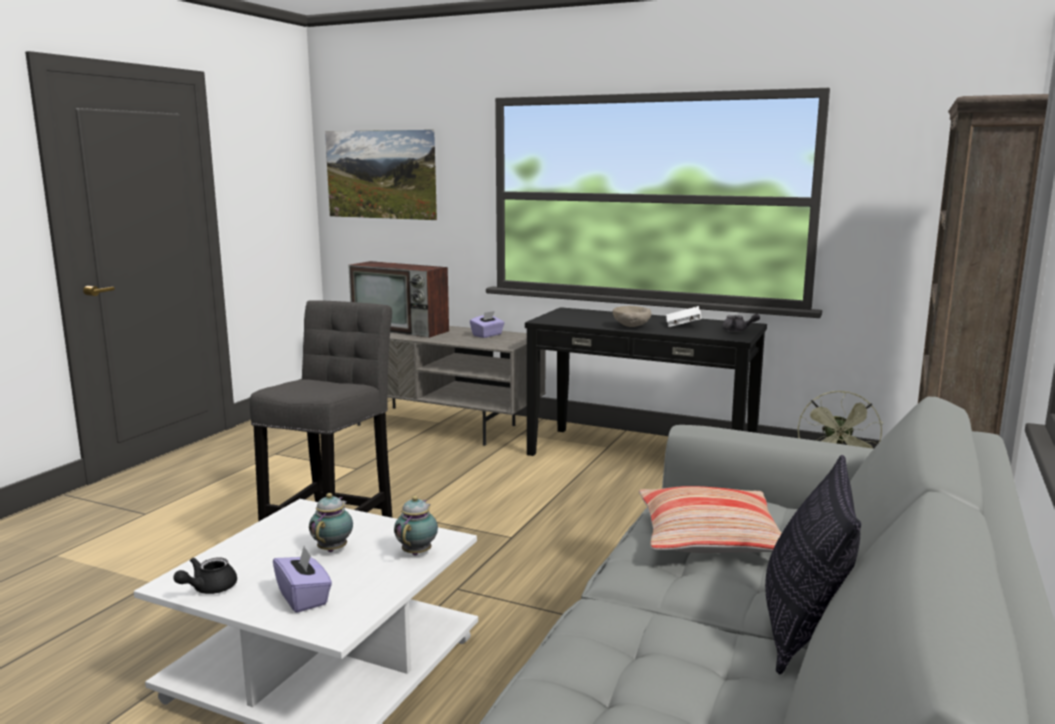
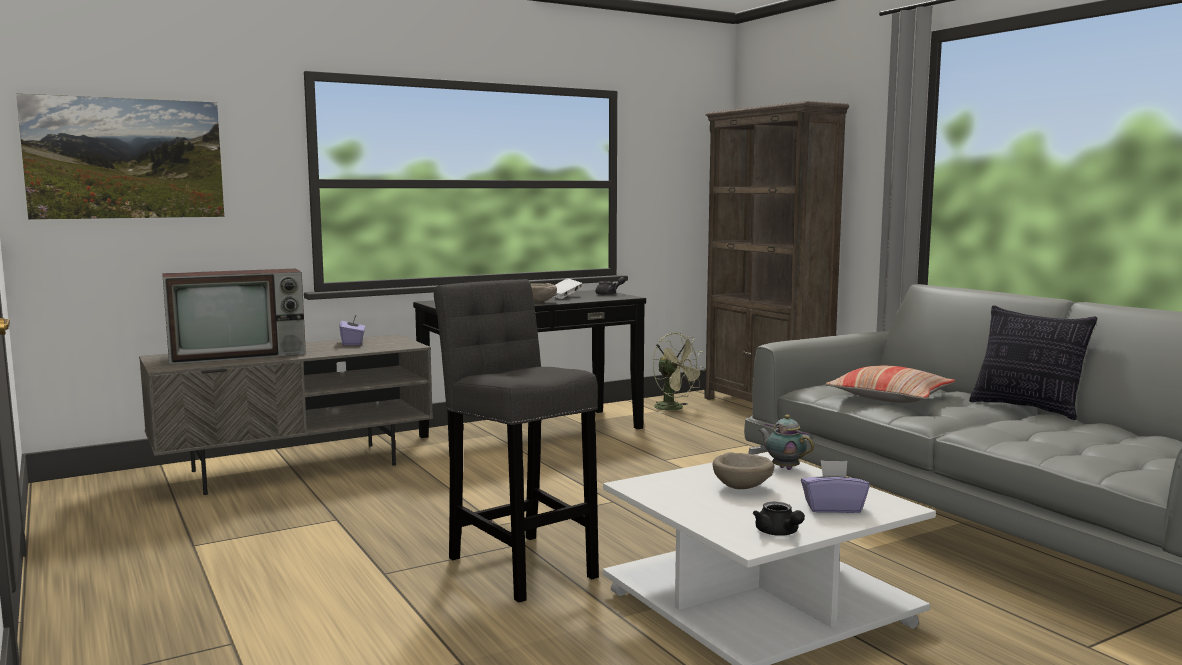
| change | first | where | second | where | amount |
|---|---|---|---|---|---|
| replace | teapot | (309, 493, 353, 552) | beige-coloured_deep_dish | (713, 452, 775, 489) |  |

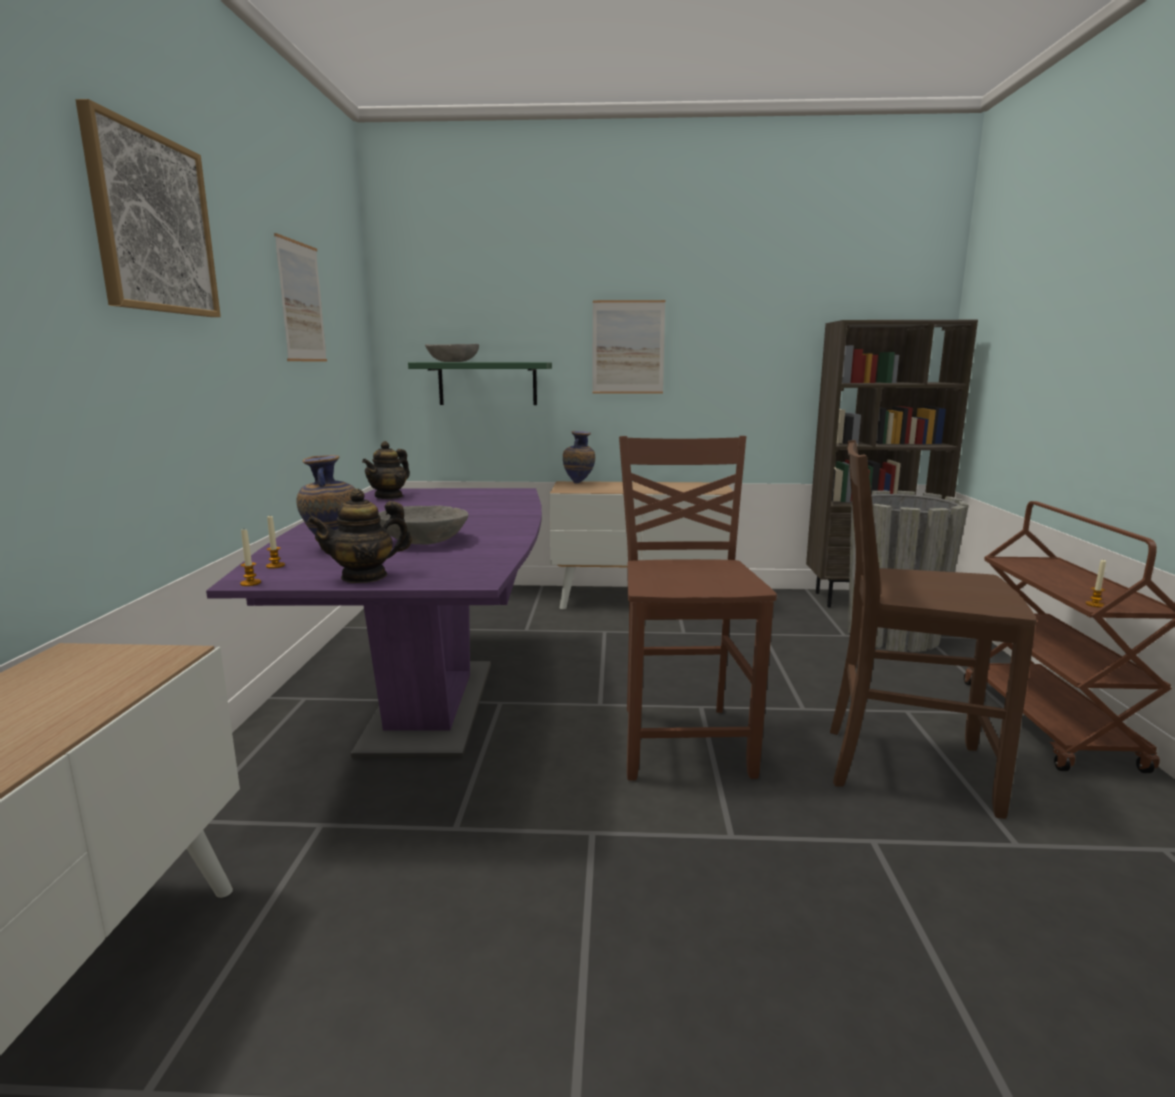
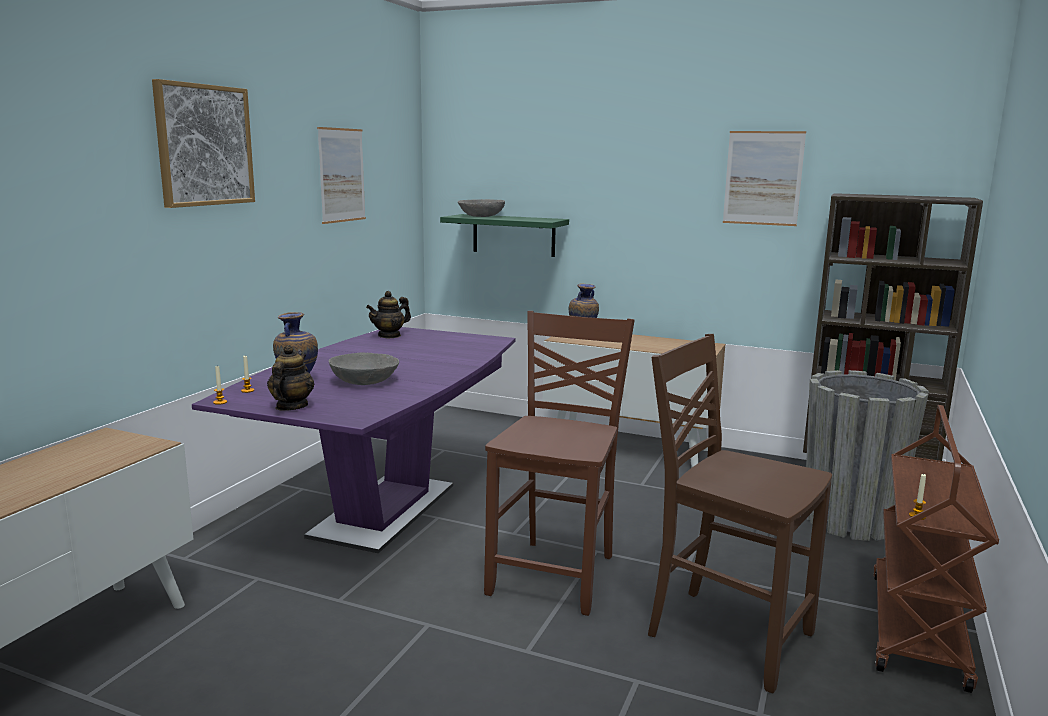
| change | first | where | second | where | amount |
|---|---|---|---|---|---|
| move | wall_art | (592, 300, 665, 394) |  | (723, 131, 806, 226) |  |
| rotate | teapot | (307, 489, 412, 583) |  | (267, 345, 314, 411) | 105 degrees clockwise |

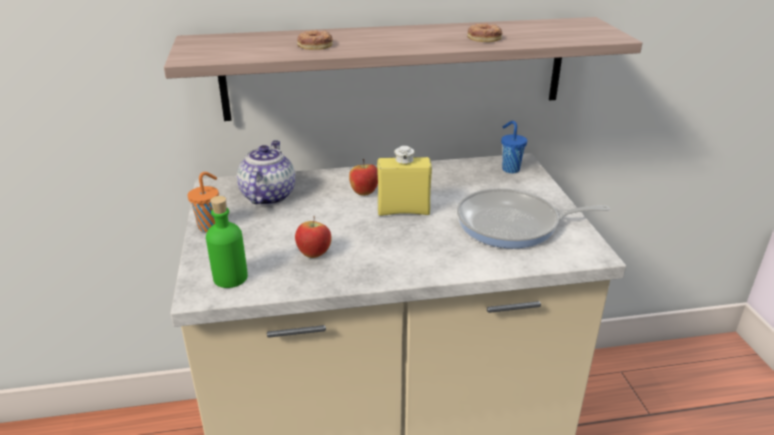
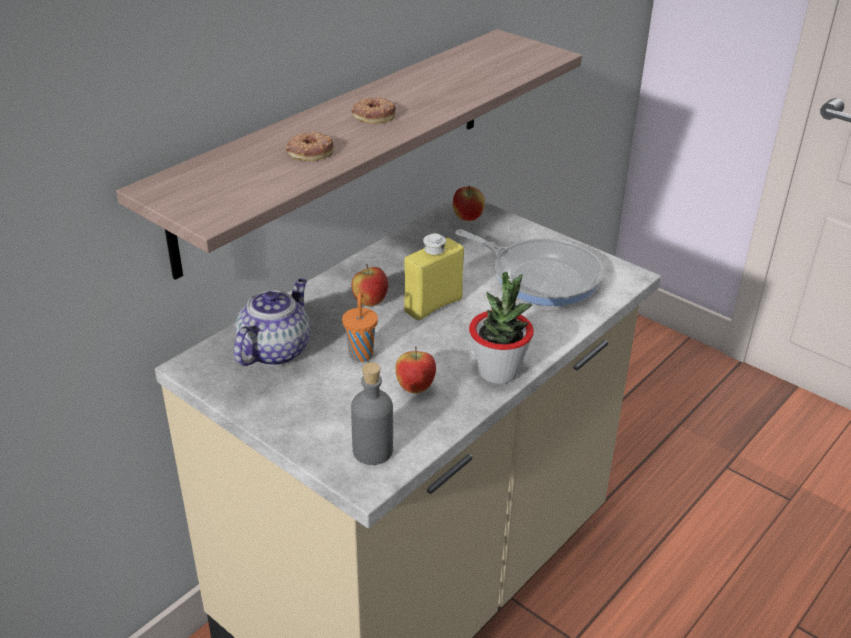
| change | first | where | second | where | amount |
|---|---|---|---|---|---|
| move | donut | (467, 23, 502, 42) |  | (352, 97, 396, 124) |  |
| replace | bluish_small_cup | (501, 121, 527, 173) | apple_fruit | (453, 186, 485, 221) |  |
| rotate | teapot | (237, 140, 295, 205) |  | (234, 278, 310, 366) | 60 degrees clockwise |
| move | orange_small_cup | (188, 172, 219, 232) |  | (342, 292, 378, 362) |  |
| rotate | frying_pan | (457, 188, 610, 248) |  | (456, 230, 603, 306) | 105 degrees counterclockwise |
| recolor | green-coloured_drink_bottle | (206, 196, 248, 288) | grey_drink_bottle | (351, 362, 393, 465) |  |
| insert |  |  | potted_plant | (469, 271, 534, 384) |  |

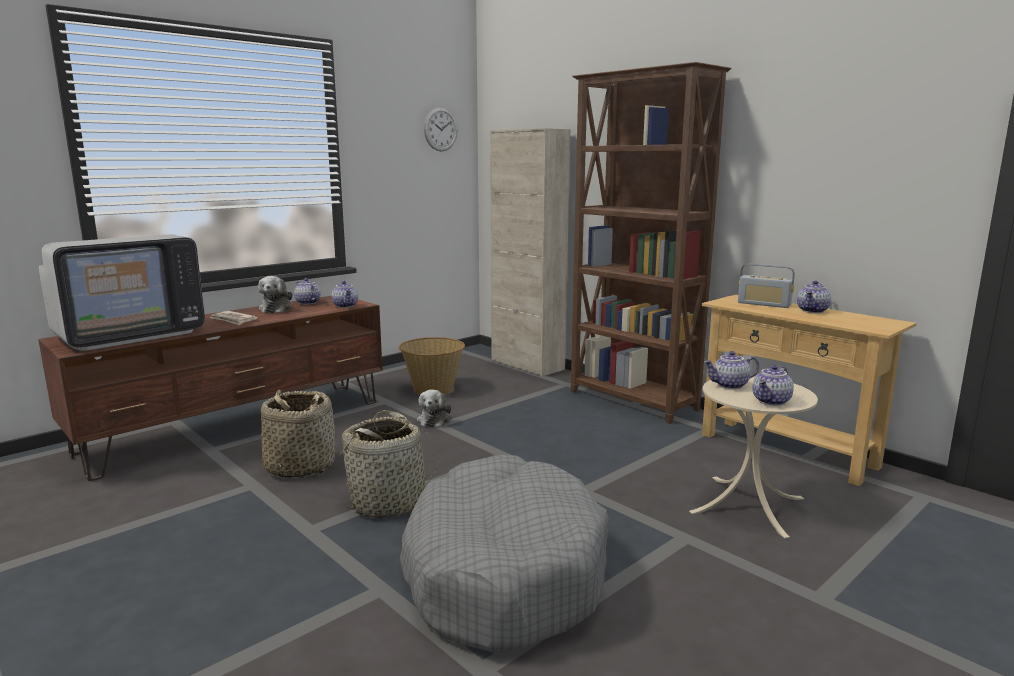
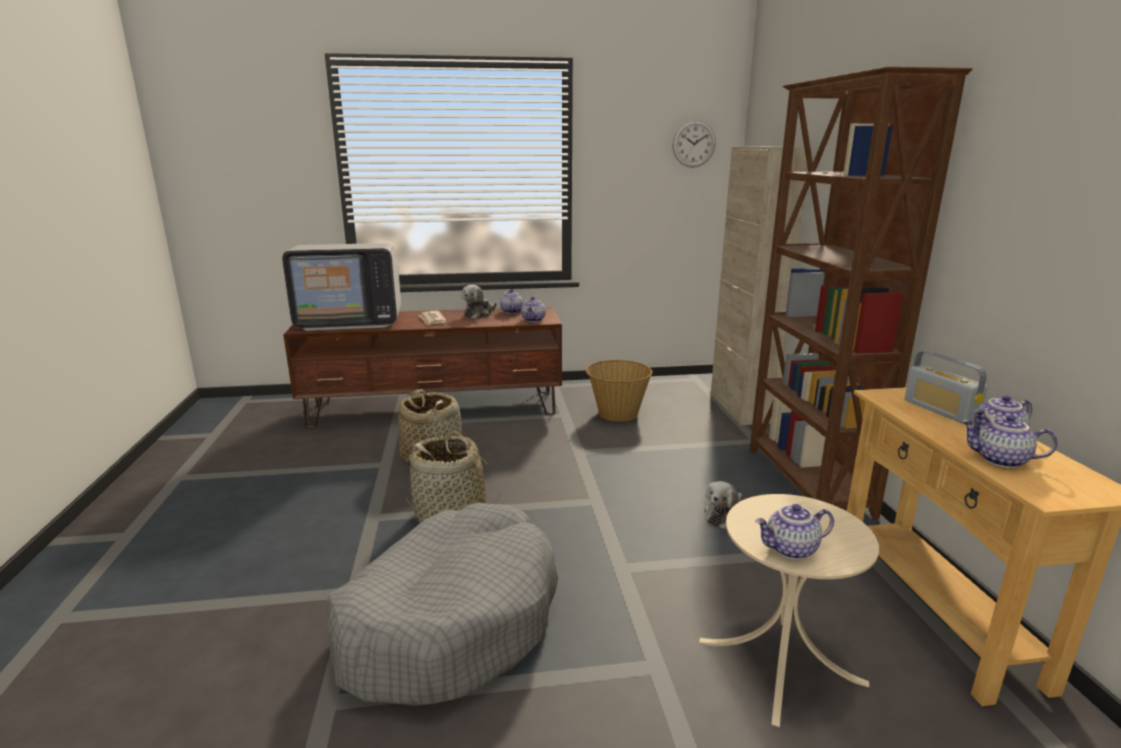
| change | first | where | second | where | amount |
|---|---|---|---|---|---|
| move | teapot | (704, 351, 759, 389) |  | (961, 415, 1057, 468) |  |
| move | cuddly_toy | (417, 390, 451, 427) |  | (704, 481, 742, 530) |  |

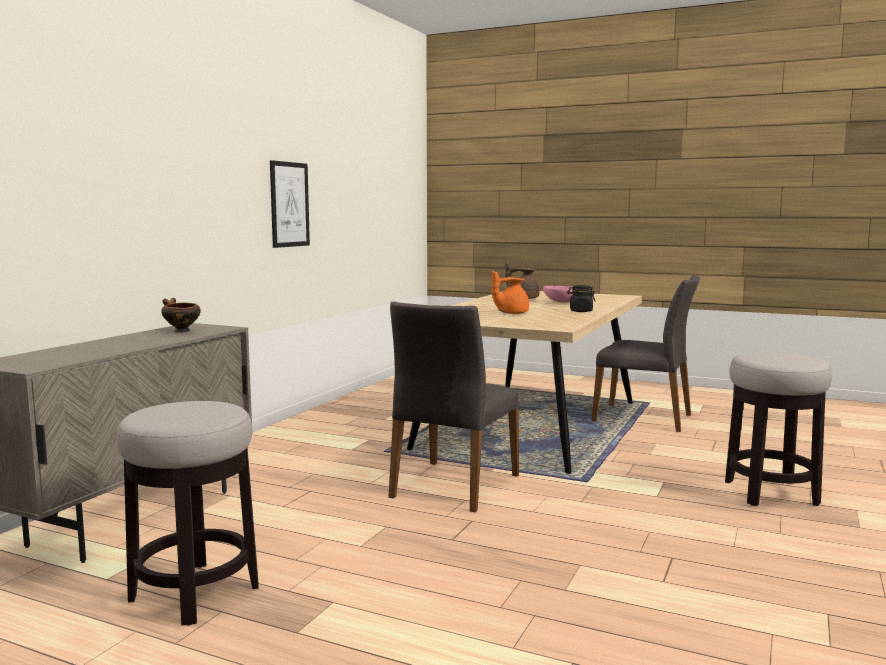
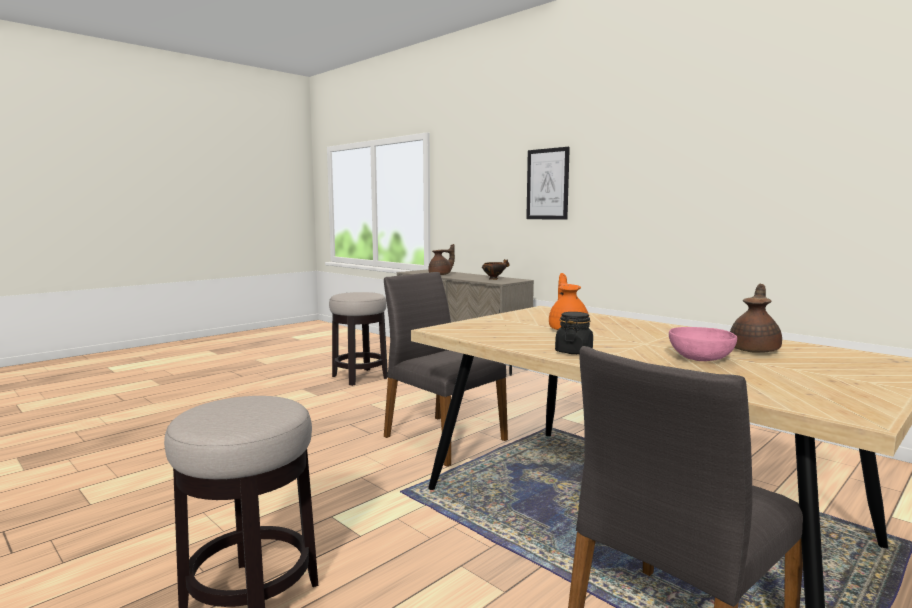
| change | first | where | second | where | amount |
|---|---|---|---|---|---|
| move | wall_art | (270, 160, 310, 248) |  | (526, 147, 570, 220) |  |
| insert |  |  | brown-coloured_teapot | (428, 244, 455, 275) |  |

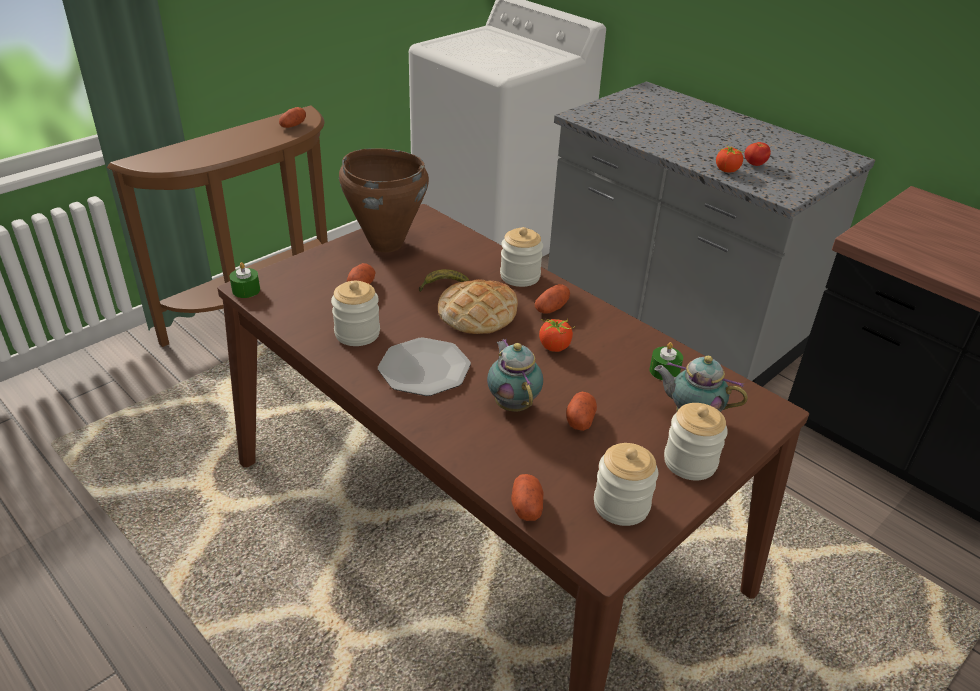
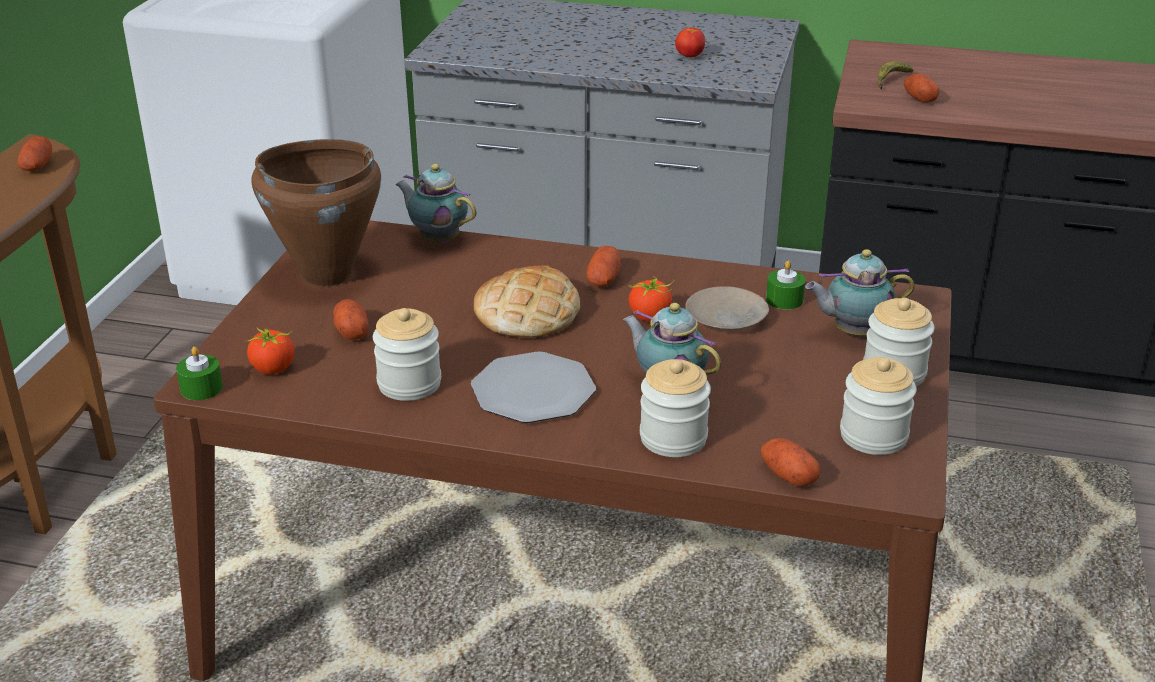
| change | first | where | second | where | amount |
|---|---|---|---|---|---|
| move | fresh_tomato | (716, 145, 745, 172) |  | (247, 327, 294, 375) |  |
| move | jar | (500, 227, 543, 287) |  | (640, 359, 711, 457) |  |
| move | banana_fruit | (419, 269, 469, 292) |  | (878, 61, 914, 89) |  |
| move | whole_potato | (566, 392, 597, 431) |  | (904, 74, 939, 103) |  |
| insert |  |  | teapot | (395, 164, 477, 243) |  |
| insert |  |  | beige-coloured_plate | (685, 286, 769, 331) |  |

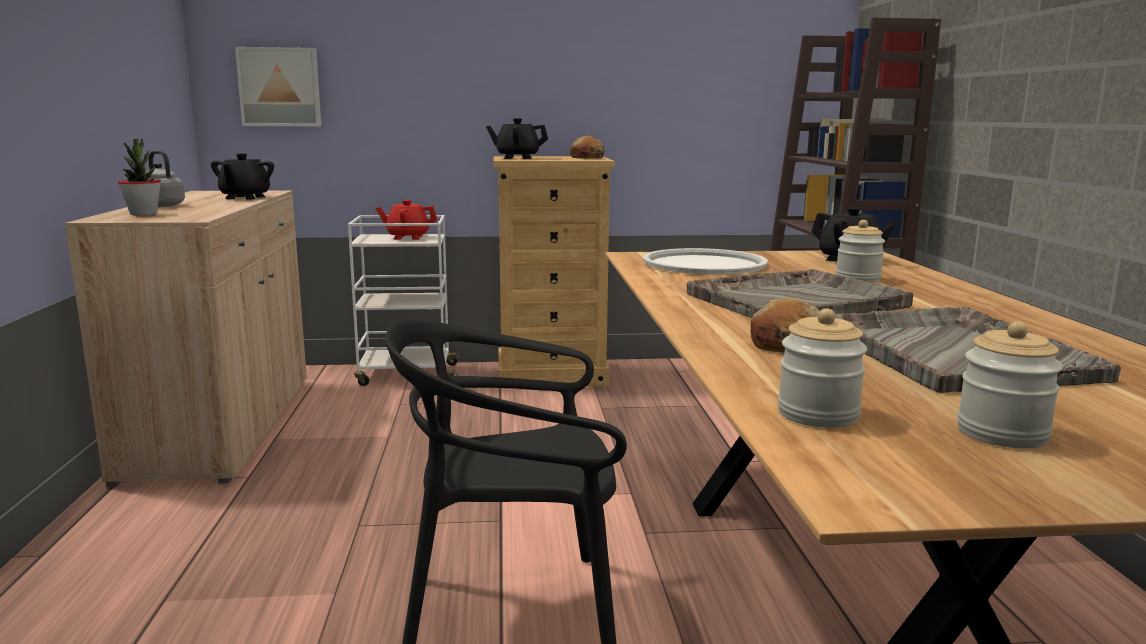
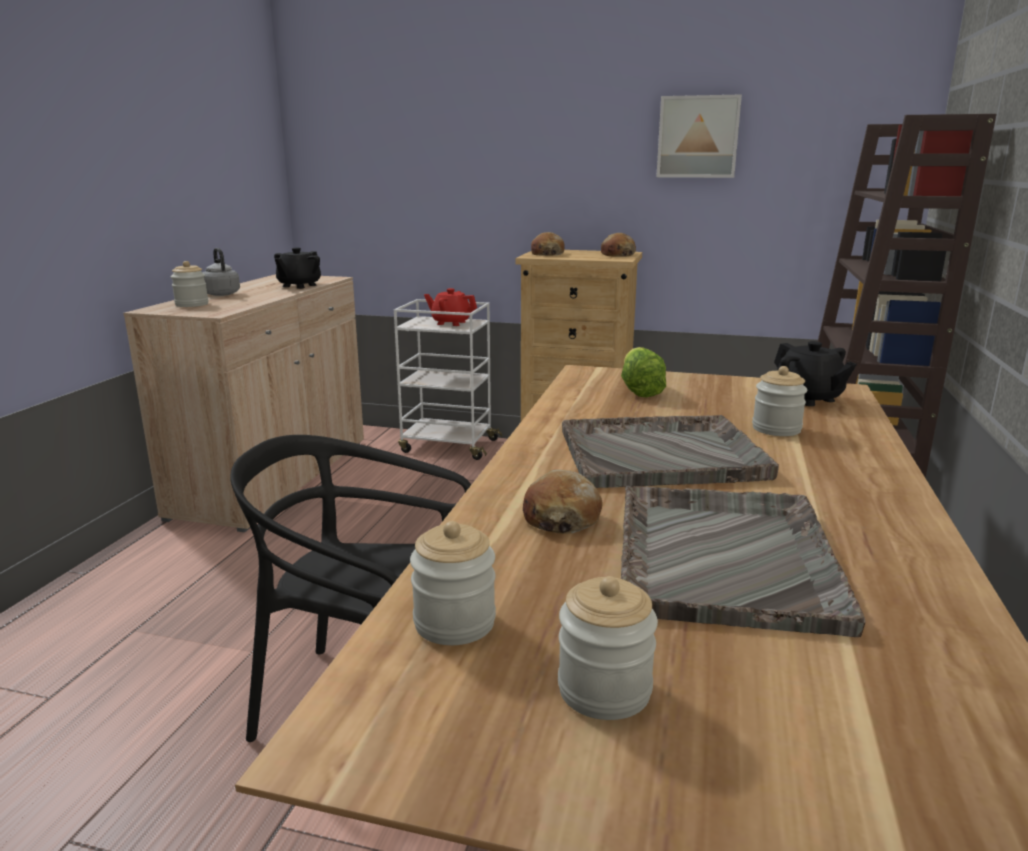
| change | first | where | second | where | amount |
|---|---|---|---|---|---|
| move | wall_art | (235, 47, 321, 126) |  | (656, 94, 742, 178) |  |
| replace | black_teapot | (486, 118, 548, 159) | bread | (531, 232, 565, 256) |  |
| replace | potted_plant | (118, 138, 161, 216) | jar | (171, 261, 208, 307) |  |
| replace | whitish_carrying_tray | (643, 248, 768, 275) | head_of_lettuce | (621, 347, 666, 397) |  |

